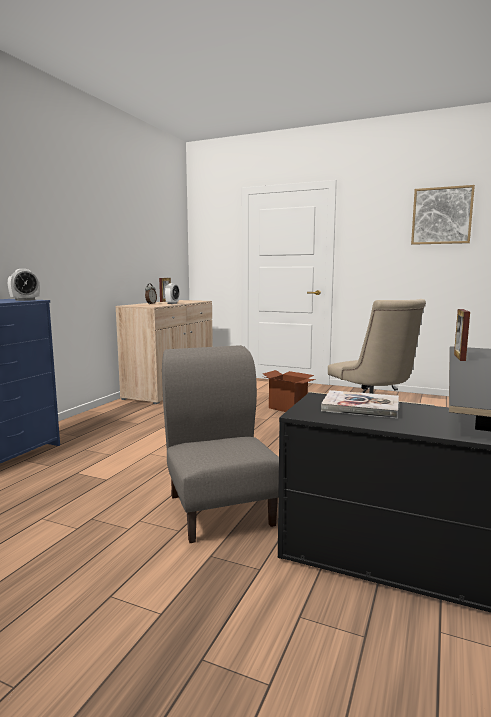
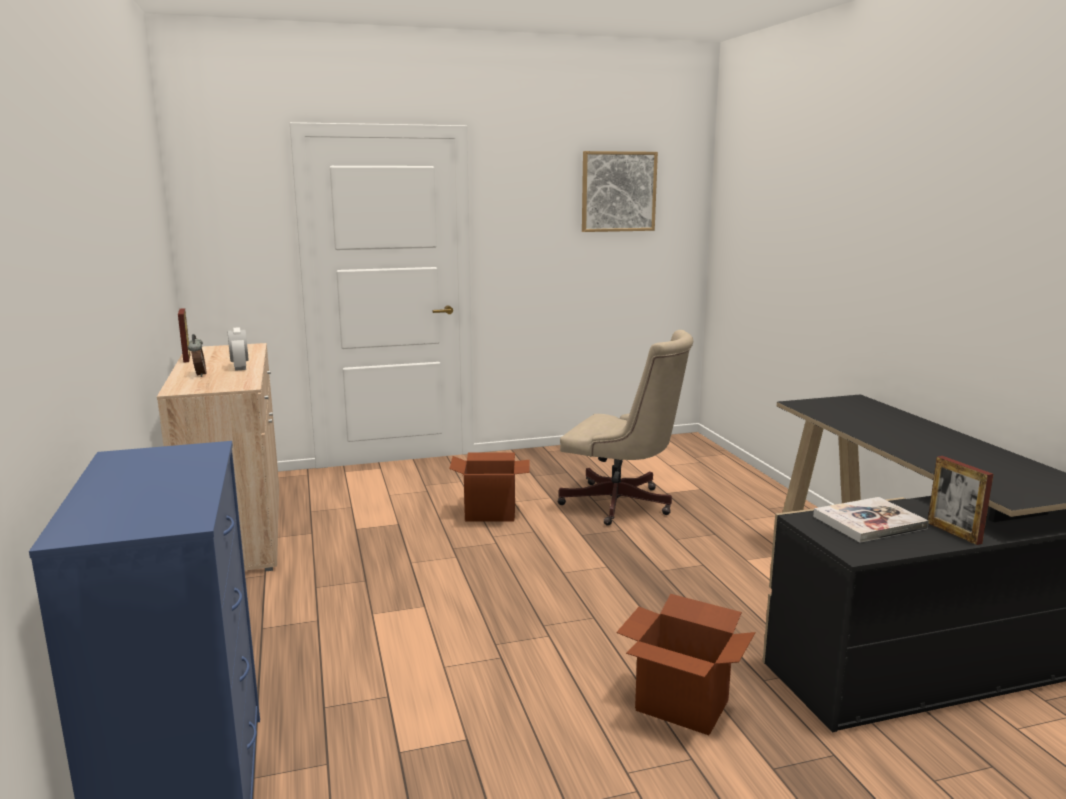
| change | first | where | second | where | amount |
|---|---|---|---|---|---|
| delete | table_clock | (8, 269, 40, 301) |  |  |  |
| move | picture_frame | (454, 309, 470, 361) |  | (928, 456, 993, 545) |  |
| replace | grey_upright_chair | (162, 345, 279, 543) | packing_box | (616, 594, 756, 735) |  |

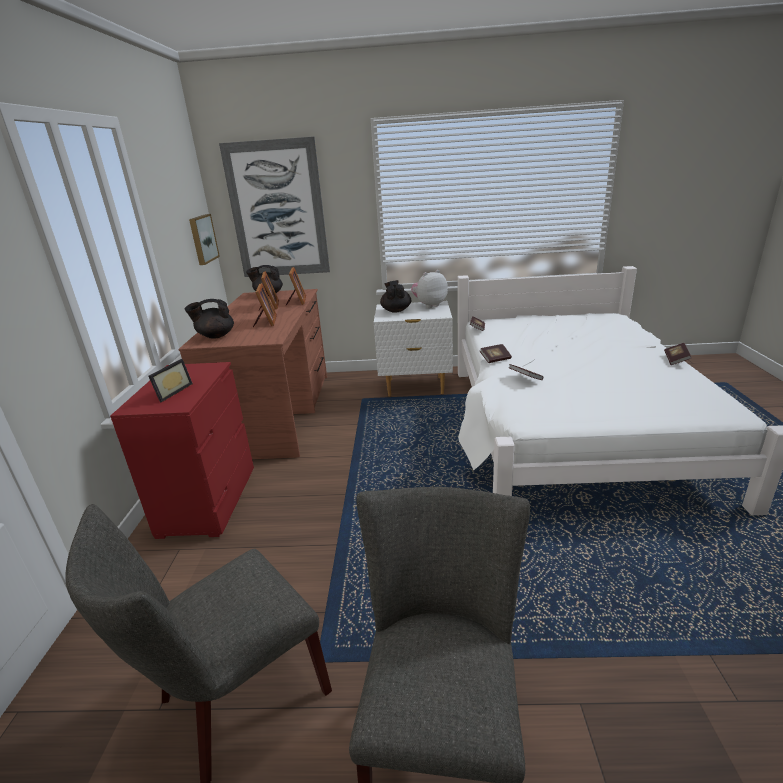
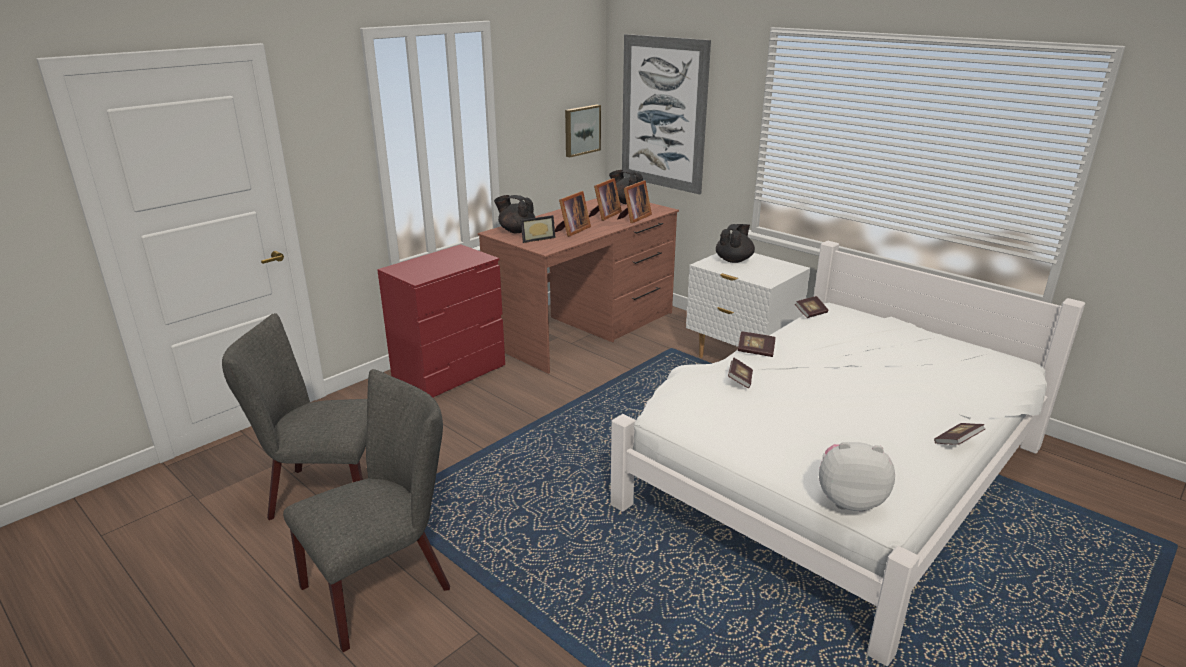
| change | first | where | second | where | amount |
|---|---|---|---|---|---|
| move | cuddly_toy | (411, 270, 448, 308) |  | (819, 442, 895, 512) |  |
| move | picture_frame | (149, 359, 193, 403) |  | (521, 215, 556, 243) |  |

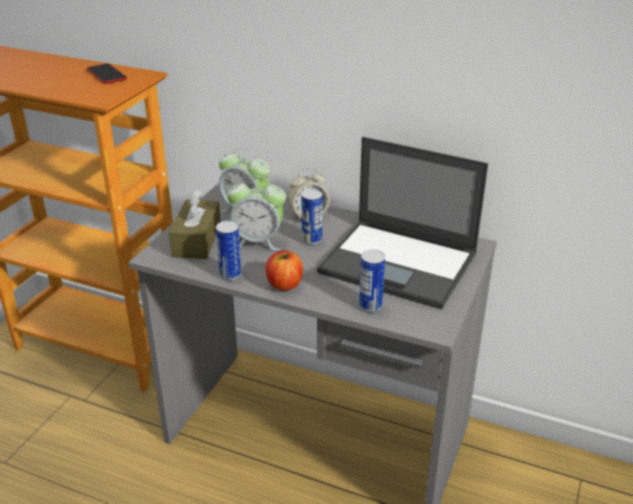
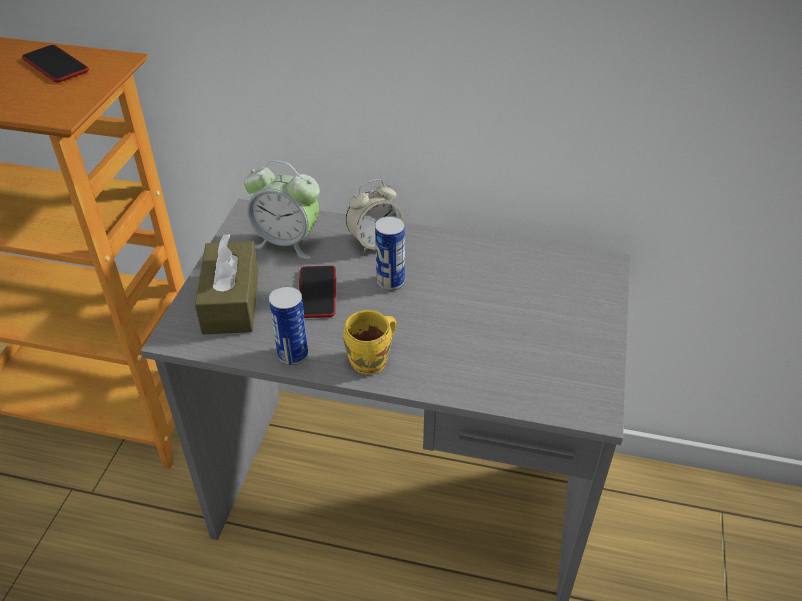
| change | first | where | second | where | amount |
|---|---|---|---|---|---|
| delete | notebook_computer | (317, 137, 488, 310) |  |  |  |
| replace | table_clock | (227, 176, 286, 251) | telephone | (299, 266, 336, 318) |  |
| replace | apple_fruit | (265, 250, 303, 291) | yellow-coloured_mug | (343, 310, 397, 375) |  |
| delete | can | (359, 250, 385, 313) |  |  |  |

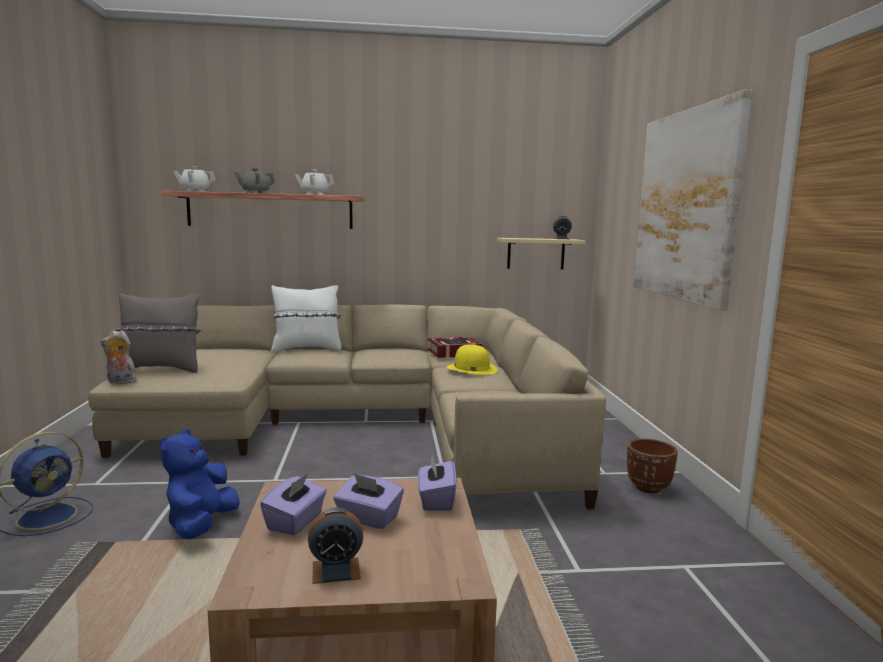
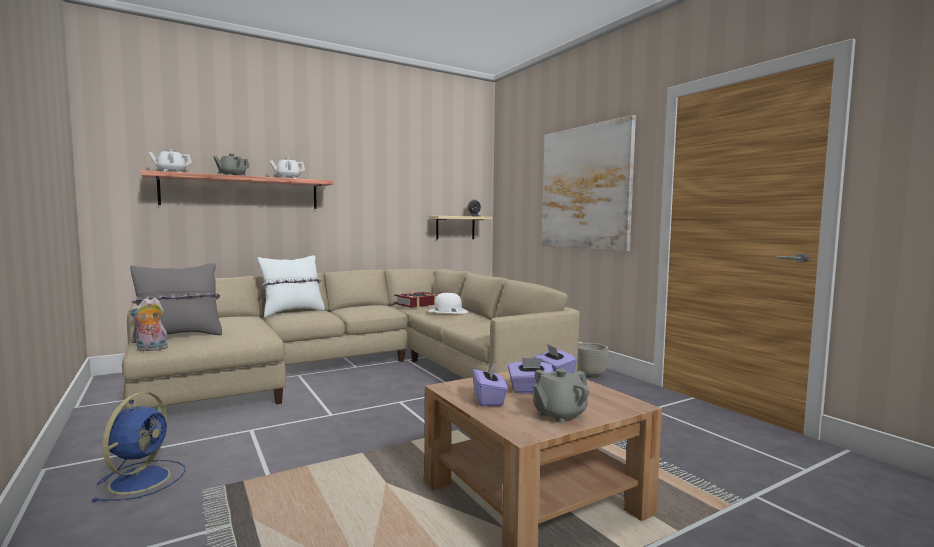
| change | first | where | second | where | amount |
|---|---|---|---|---|---|
| recolor | yellow-coloured_wearable_hat | (446, 344, 498, 375) | whitish_wearable_hat | (428, 293, 468, 314) |  |
| delete | bluish_cuddly_toy | (160, 428, 240, 539) |  |  |  |
| recolor | brown-coloured_plant_pot | (627, 439, 678, 493) | grey_plant_pot | (577, 343, 608, 378) |  |
| replace | table_clock | (308, 508, 363, 584) | grey_teapot | (533, 369, 589, 423) |  |

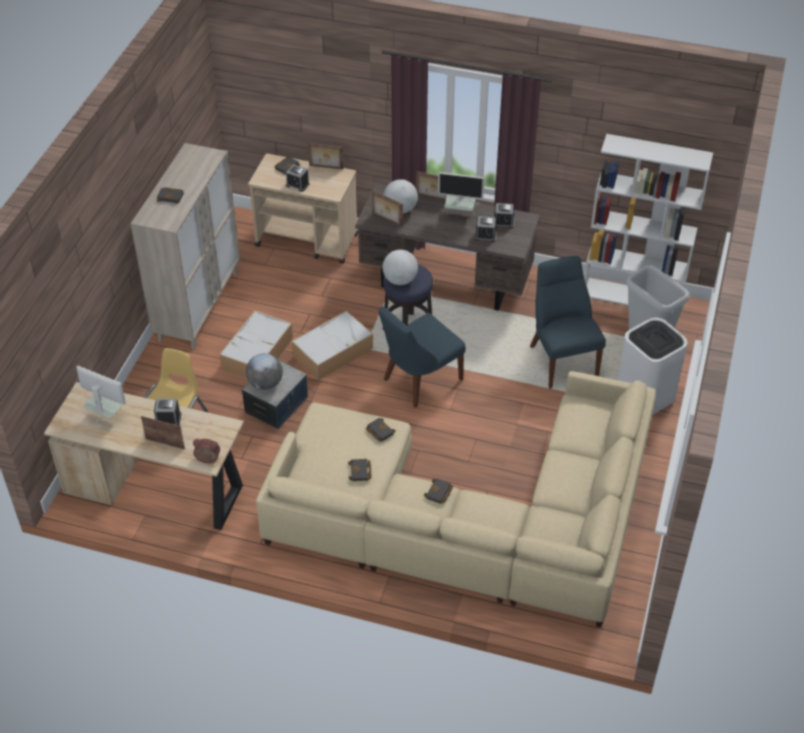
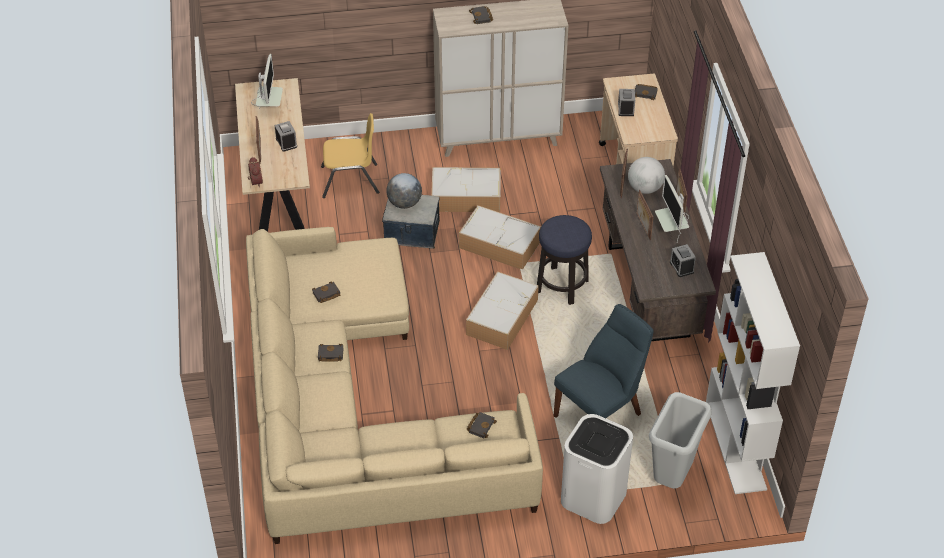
| change | first | where | second | where | amount |
|---|---|---|---|---|---|
| move | picture_frame | (308, 143, 344, 169) |  | (637, 190, 654, 240) |  |
| delete | table_clock | (475, 216, 497, 242) |  |  |  |
| delete | globe | (382, 250, 418, 285) |  |  |  |
| replace | bluish_upright_chair | (379, 306, 466, 408) | storage_container | (466, 271, 539, 350) |  |
| move | black_book | (365, 418, 396, 442) |  | (466, 412, 497, 438) |  |

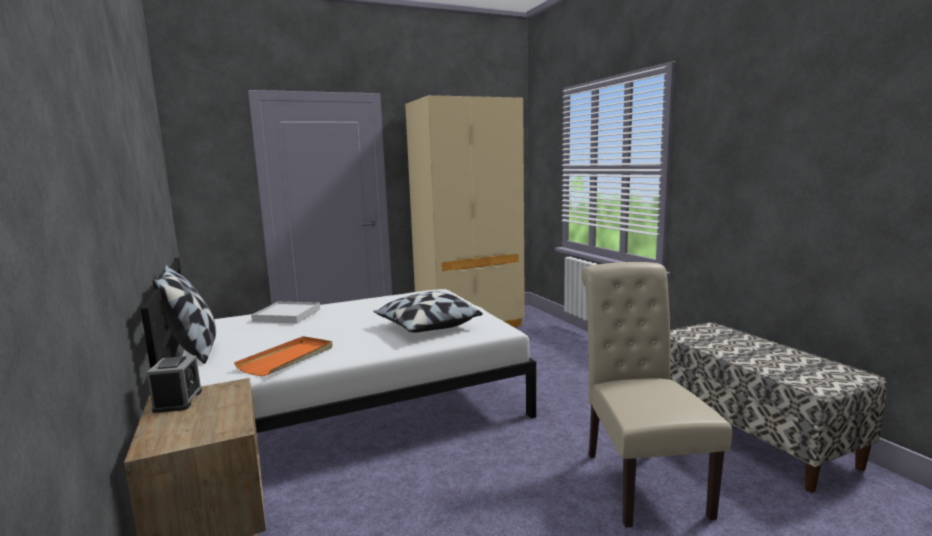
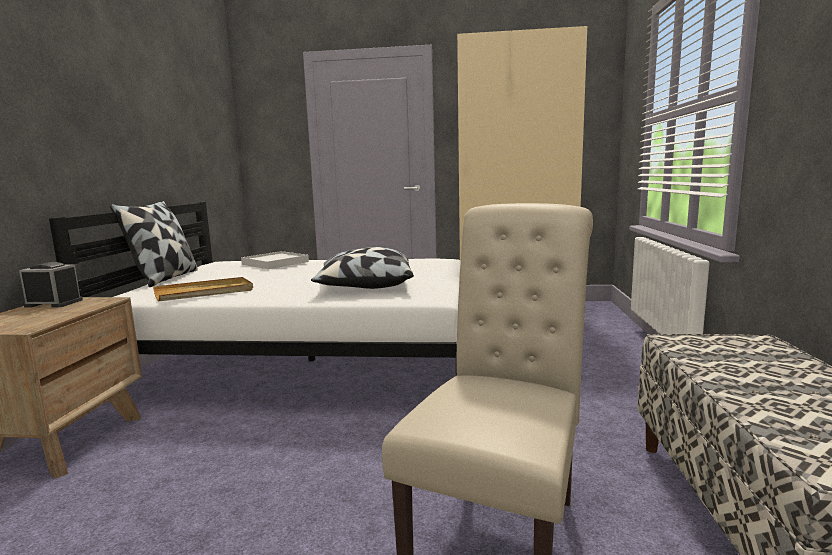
| change | first | where | second | where | amount |
|---|---|---|---|---|---|
| recolor | orange_carrying_tray | (234, 336, 333, 377) | beige-coloured_carrying_tray | (153, 277, 253, 302) |  |
| rotate | table_clock | (147, 355, 202, 413) |  | (19, 262, 83, 307) | 105 degrees counterclockwise |

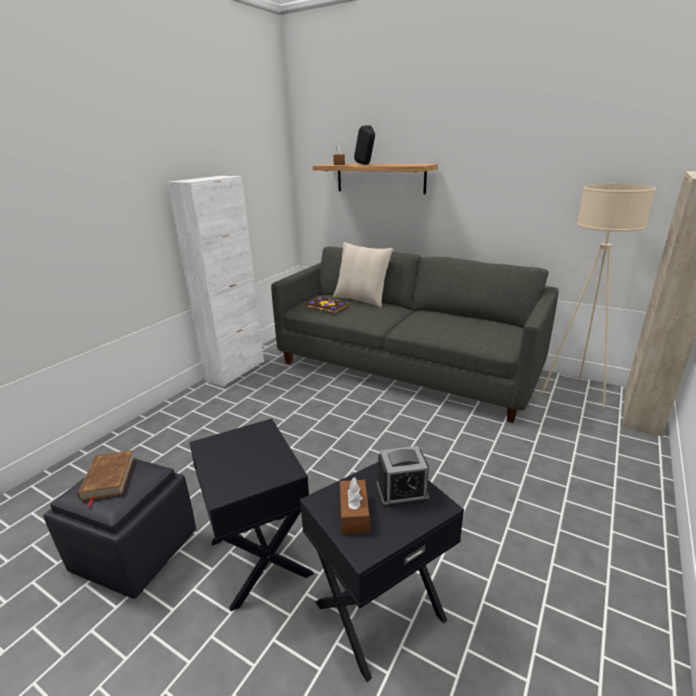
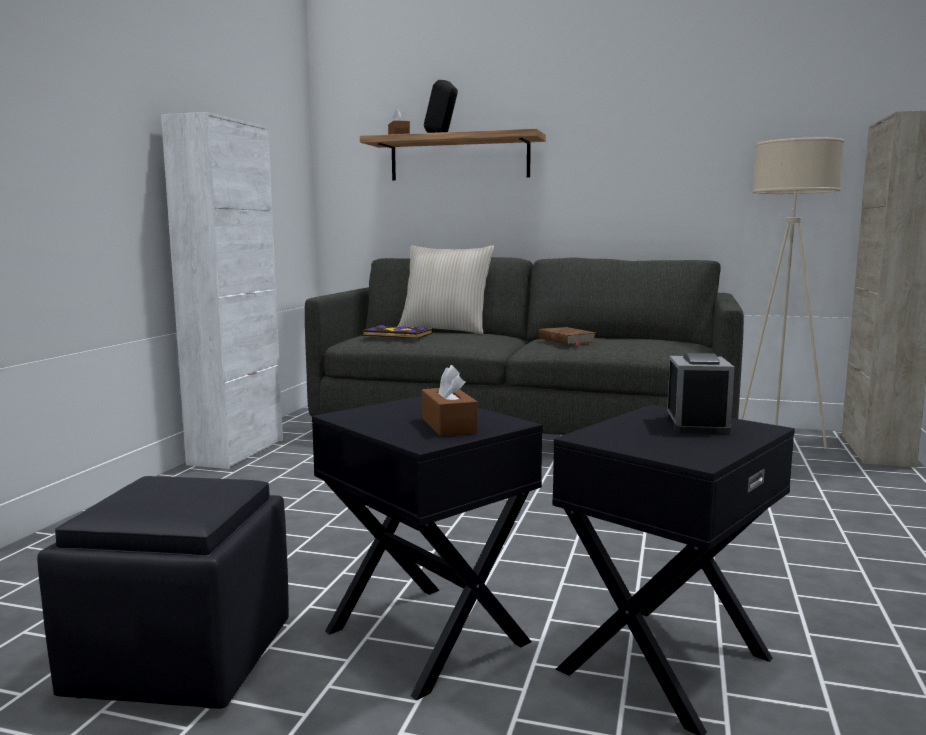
| change | first | where | second | where | amount |
|---|---|---|---|---|---|
| rotate | table_clock | (376, 446, 430, 508) |  | (667, 353, 735, 434) | 60 degrees counterclockwise |
| move | brown-coloured_book | (78, 450, 134, 507) |  | (539, 327, 596, 346) |  |
| move | brown-coloured_tissue_holder | (340, 477, 370, 534) |  | (422, 365, 478, 436) |  |

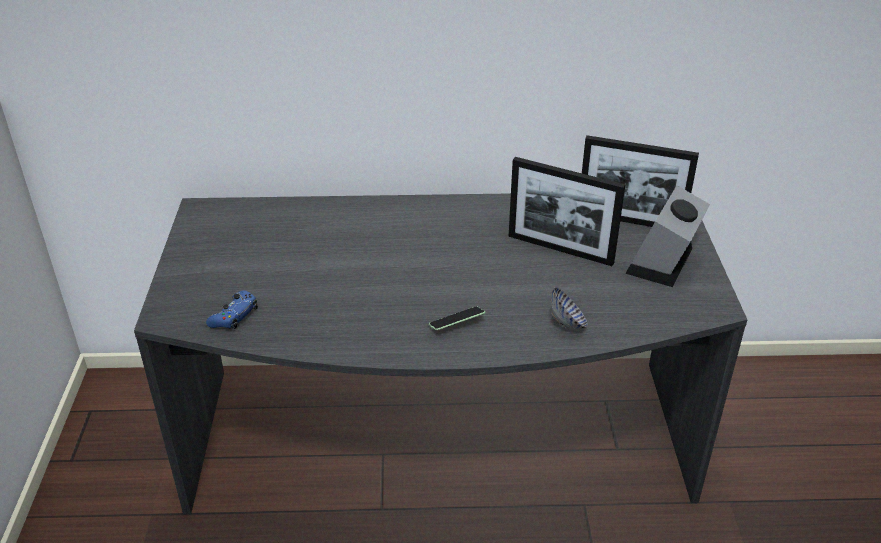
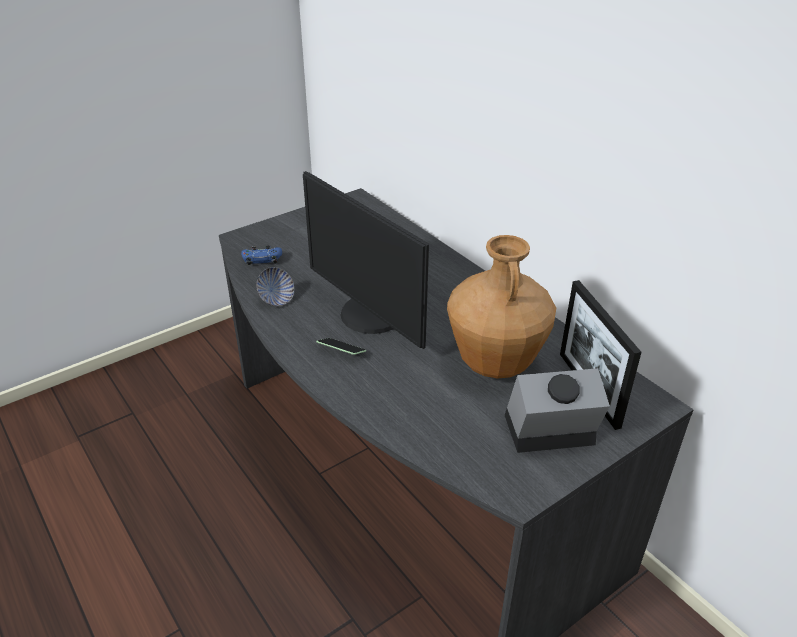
| change | first | where | second | where | amount |
|---|---|---|---|---|---|
| replace | picture_frame | (509, 157, 625, 266) | brown-coloured_vase | (447, 235, 556, 379) |  |
| move | deep_dish | (551, 287, 588, 329) |  | (256, 267, 294, 306) |  |
| insert |  |  | computer_screen | (303, 171, 429, 349) |  |

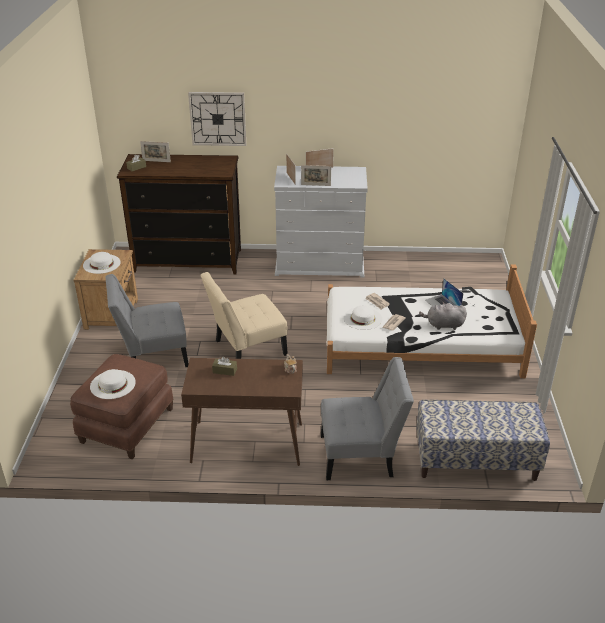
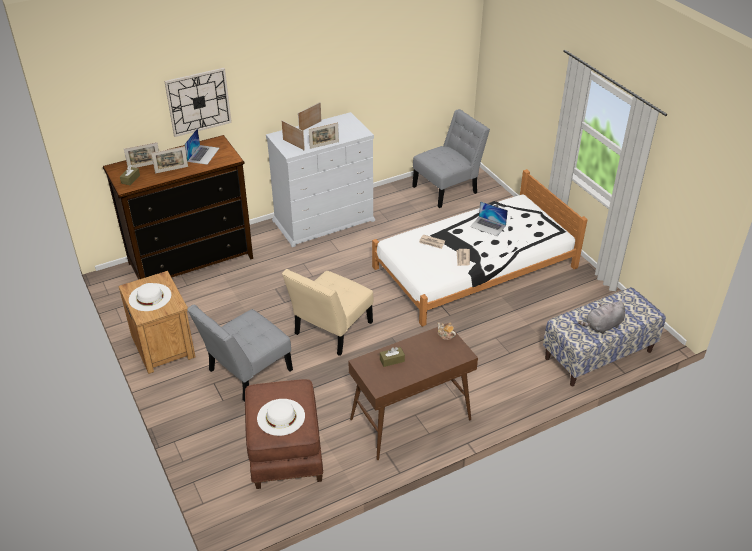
| change | first | where | second | where | amount |
|---|---|---|---|---|---|
| move | grey_cuddly_toy | (419, 302, 467, 330) |  | (578, 301, 625, 334) |  |
| delete | whitish_wearable_hat | (343, 306, 382, 330) |  |  |  |
| move | grey_upright_chair | (321, 357, 414, 480) |  | (412, 109, 490, 208) |  |
| insert |  |  | notebook_computer | (184, 128, 219, 165) |  |
| insert |  |  | picture_frame | (151, 146, 188, 174) |  |

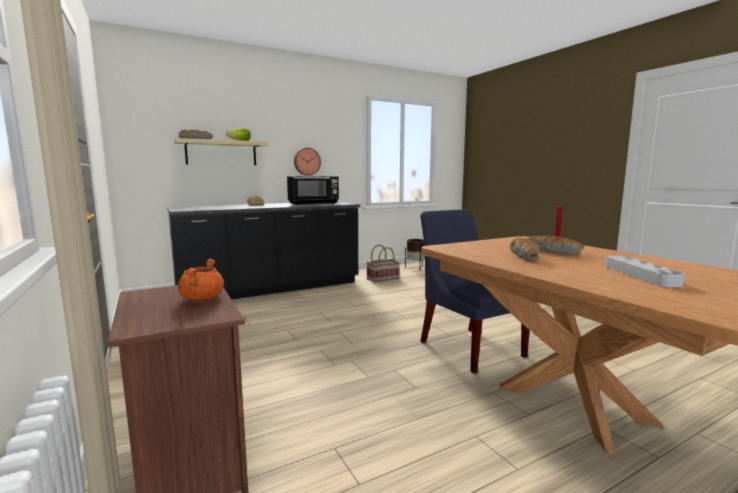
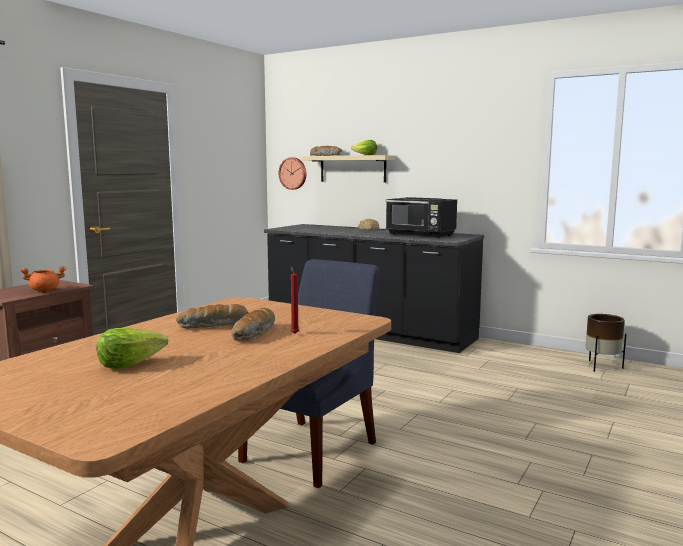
| change | first | where | second | where | amount |
|---|---|---|---|---|---|
| move | clock_on_the_wall | (294, 148, 321, 176) |  | (279, 158, 306, 190) |  |
| delete | household_basket | (366, 245, 400, 282) |  |  |  |
| replace | grey_carrying_tray | (605, 256, 685, 287) | head_of_lettuce | (97, 328, 168, 369) |  |

